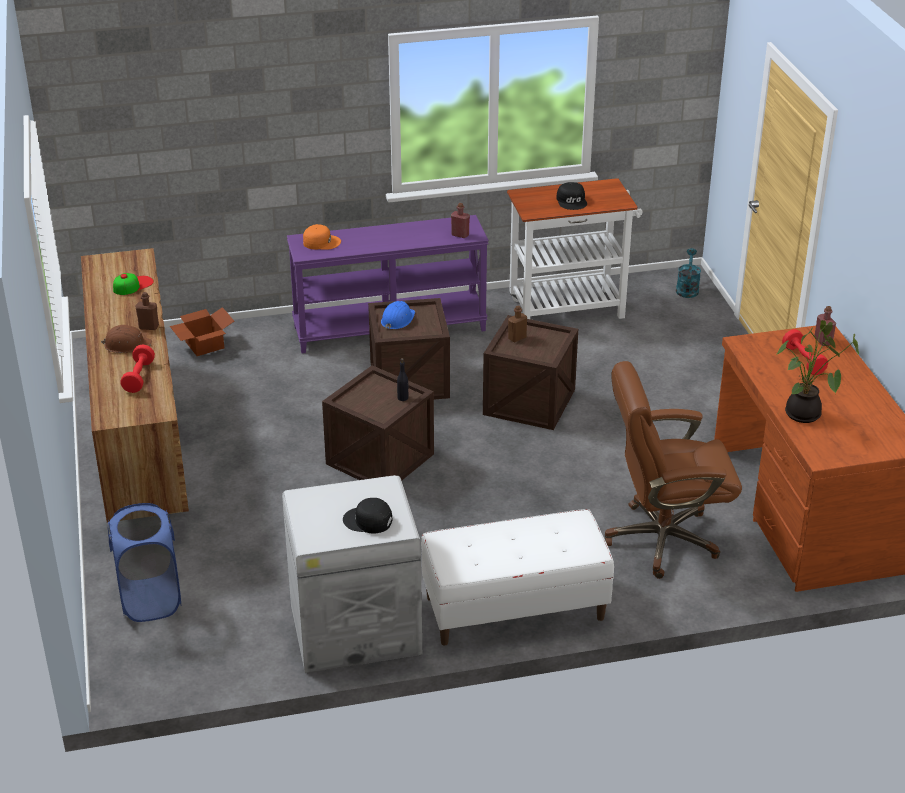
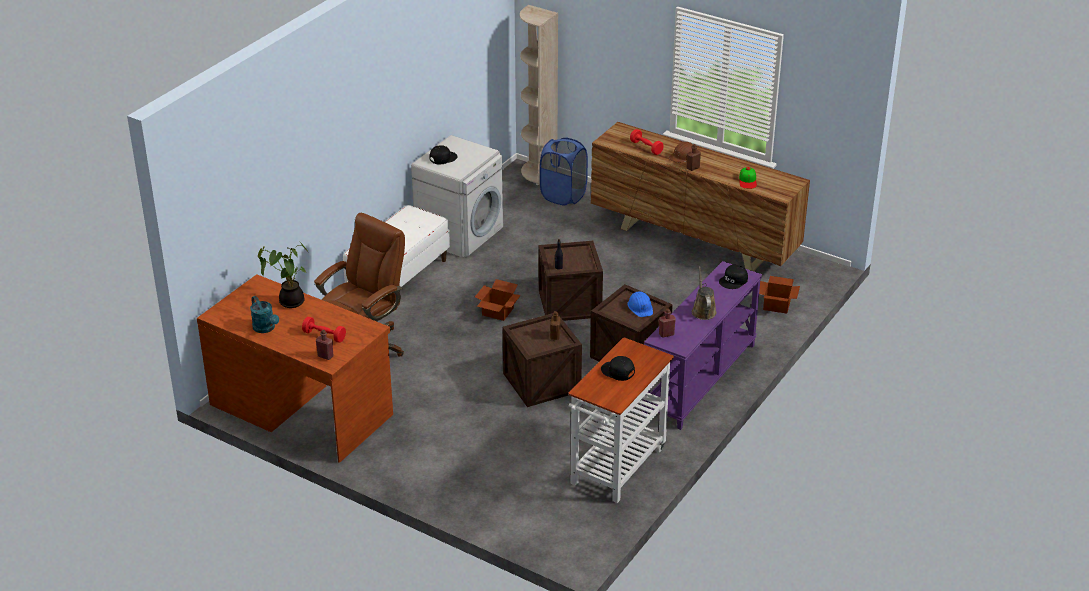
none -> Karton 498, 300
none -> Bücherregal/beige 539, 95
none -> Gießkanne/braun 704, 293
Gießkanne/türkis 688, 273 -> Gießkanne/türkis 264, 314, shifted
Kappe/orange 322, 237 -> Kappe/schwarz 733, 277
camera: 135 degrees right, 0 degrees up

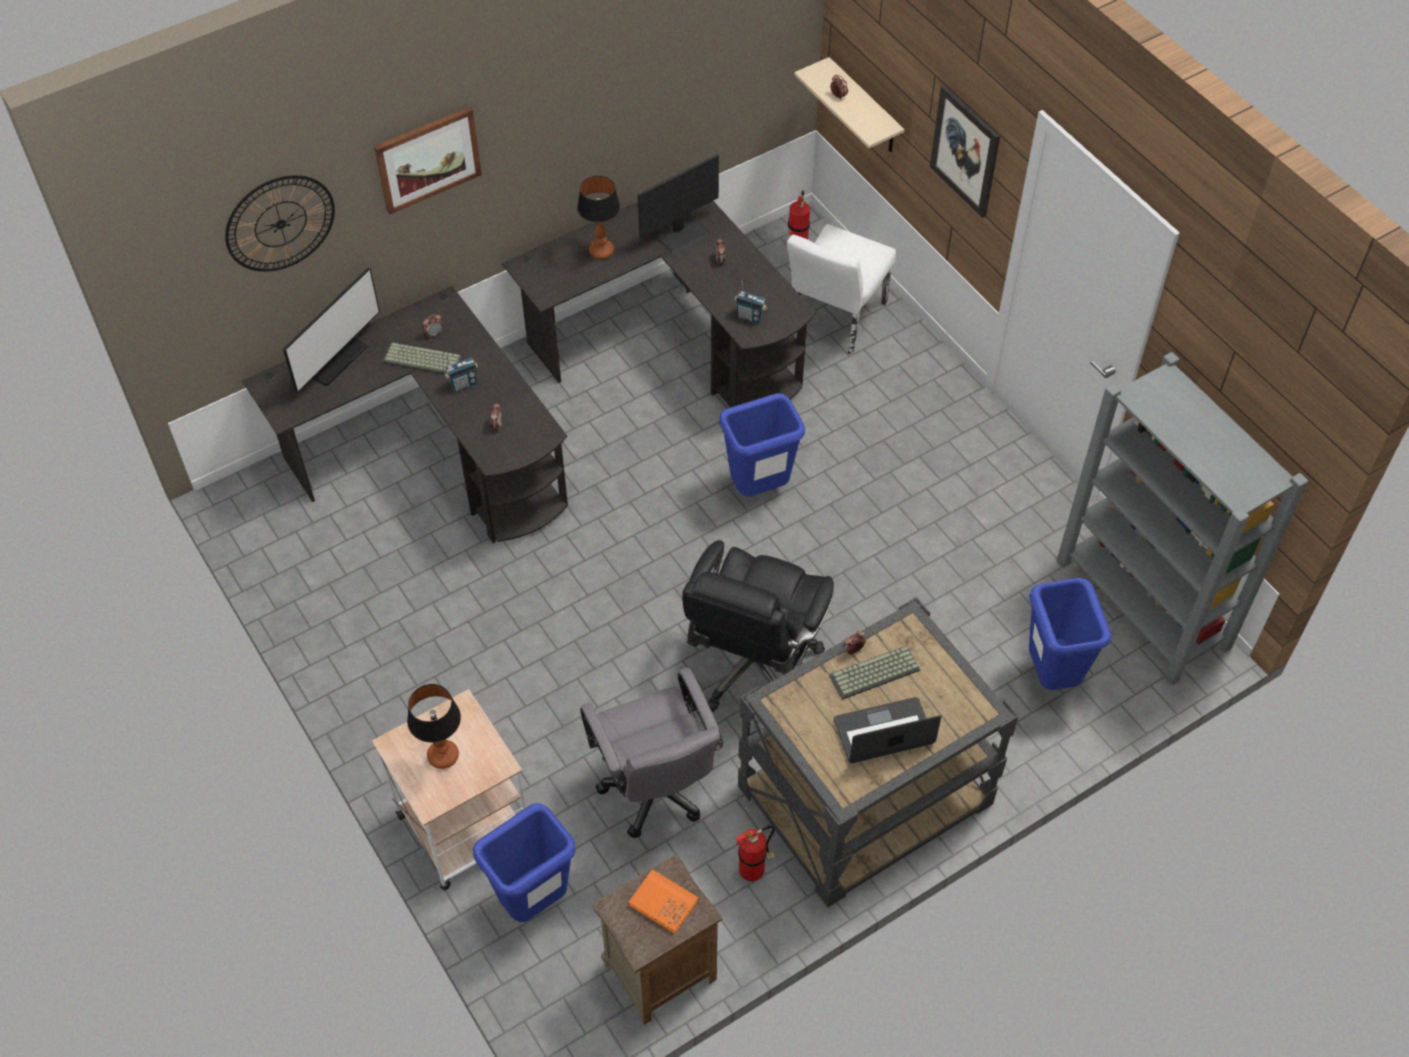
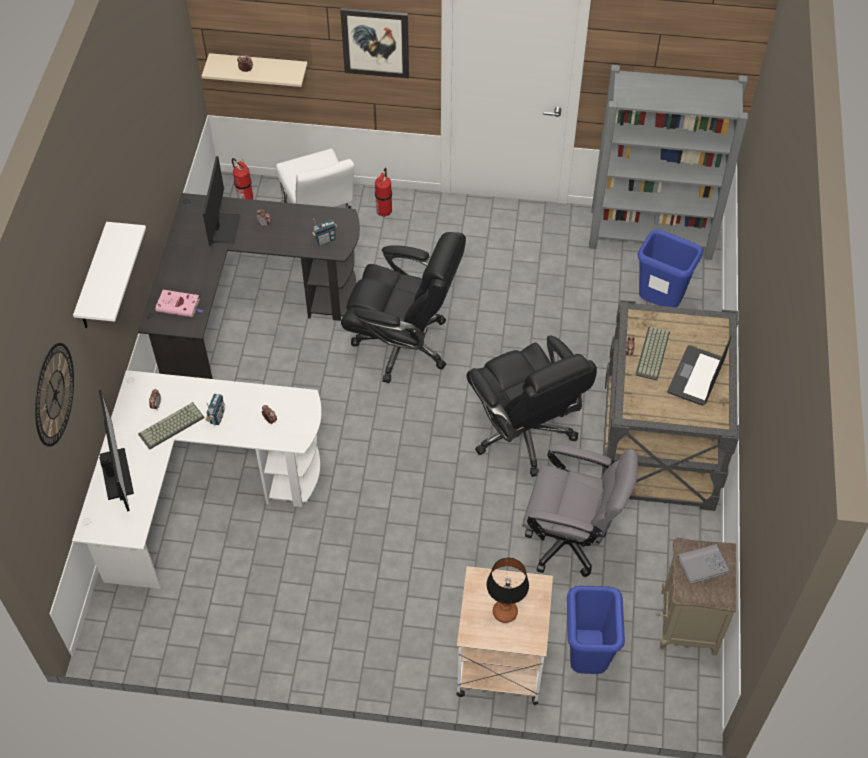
Tischlampe 598, 217 -> none
none -> Buch/rosa 179, 303
Feuerlöscher 755, 853 -> Feuerlöscher 383, 192, shifted
Bild 428, 161 -> Wandregal/weiß 109, 275
Mülleimer/blau 762, 444 -> Bürostuhl/schwarz 403, 307
Schreibtisch/schwarz 405, 414 -> Schreibtisch/weiß 196, 479
Buch/orange 663, 901 -> Buch/grau 703, 564
camera: 50 degrees left, 0 degrees up

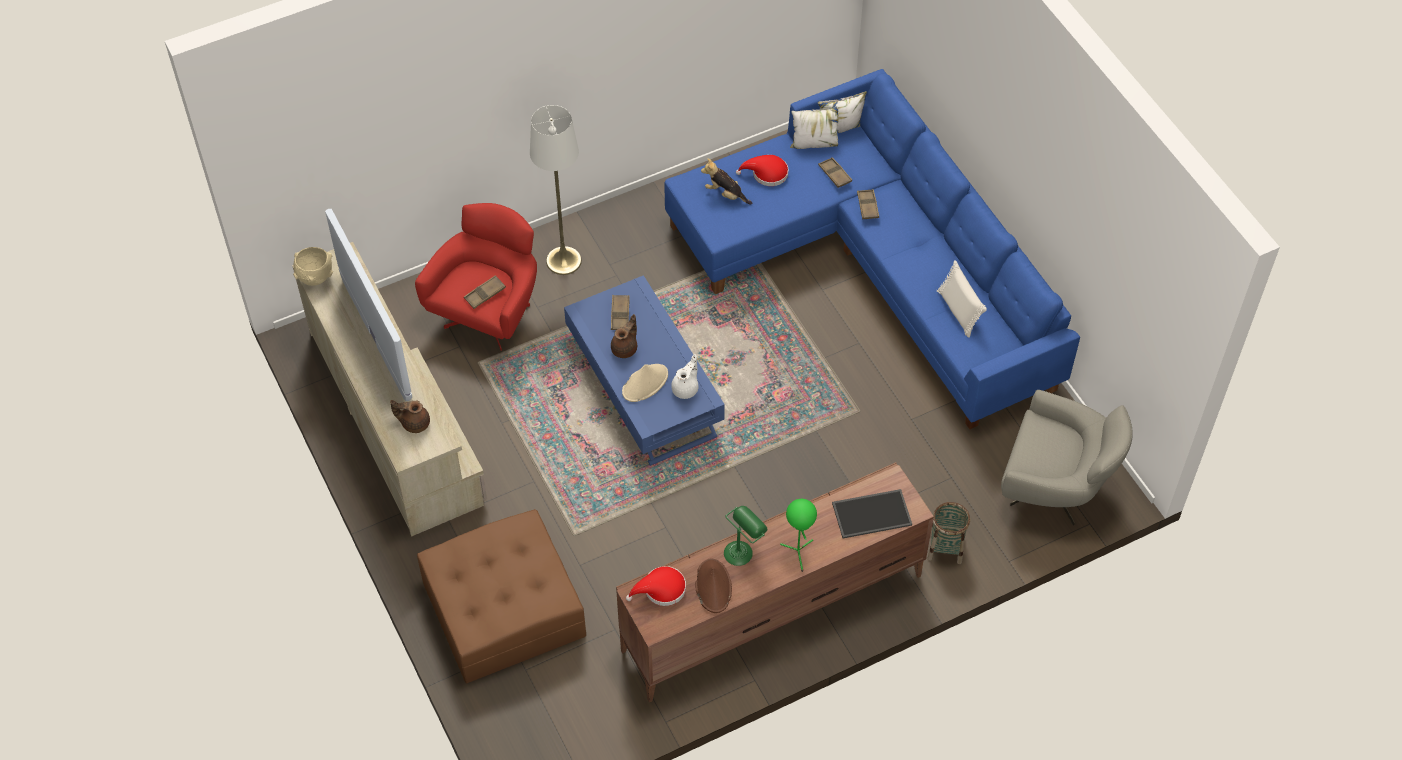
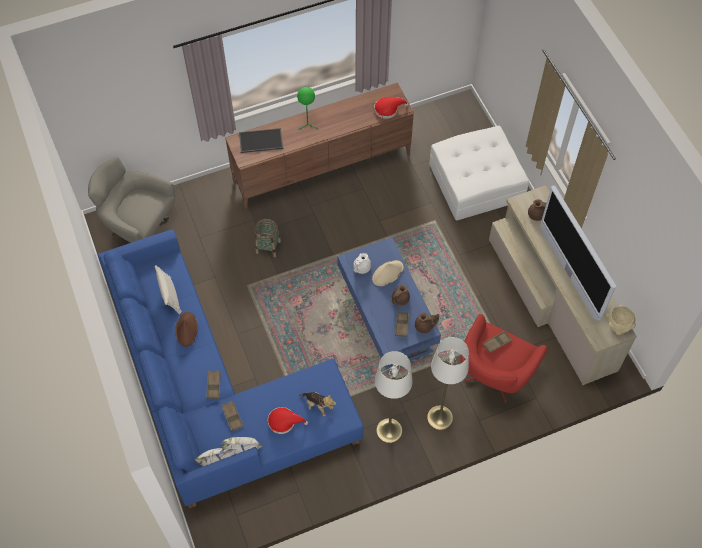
Tischlampe/grün 745, 536 -> none
none -> Stehlampe/weiß 394, 397
none -> Teekanne/braun 427, 323
Hut/braun 713, 586 -> Hut/braun 186, 329, shifted
Korb 949, 533 -> Korb 268, 238, shifted
Polsterhocker/braun 501, 596 -> Polsterhocker/weiß 479, 173
camera: 175 degrees left, 5 degrees up

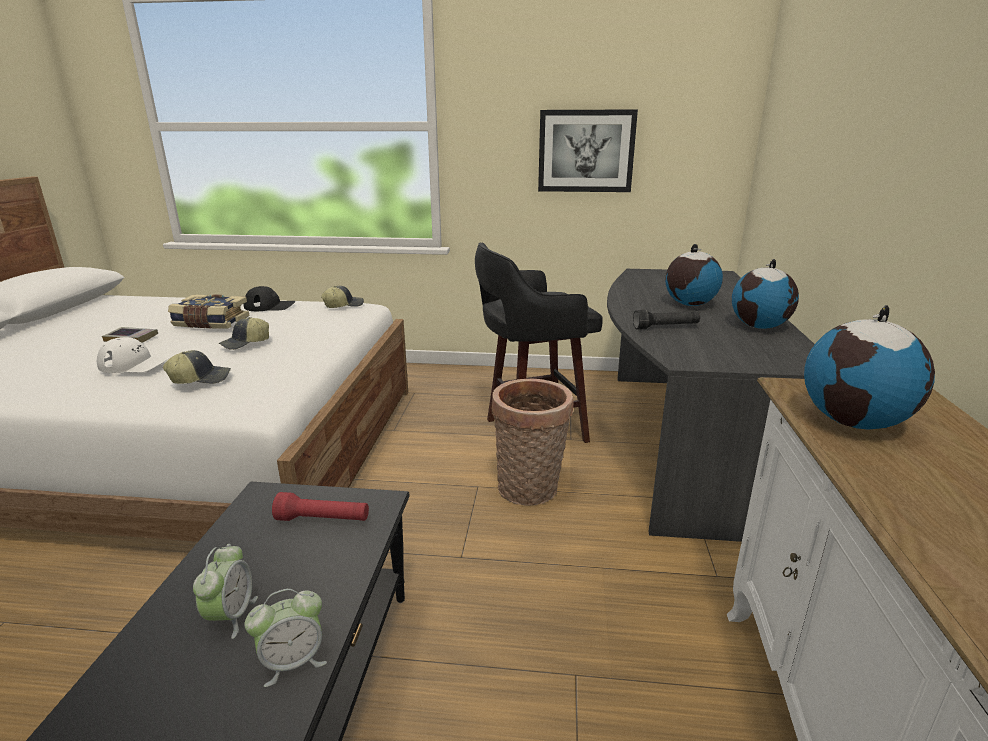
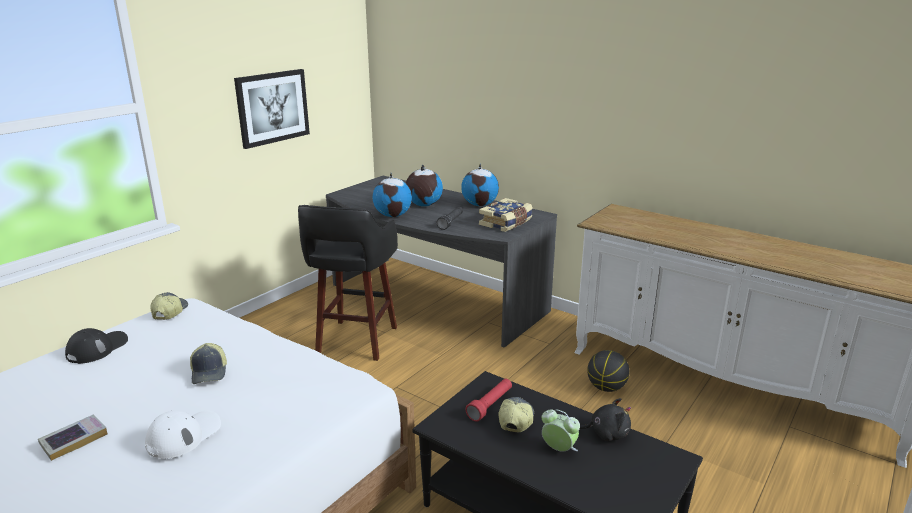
Korb 533, 442 -> none
none -> Basketball 608, 371
Kappe 197, 367 -> Kappe 516, 415, shifted
Buch 208, 311 -> Buch 506, 215, shifted
Globus 869, 367 -> Globus 392, 195, shifted
Wecker 286, 638 -> Plüschtier/schwarz 605, 419
camera: 60 degrees left, 0 degrees up

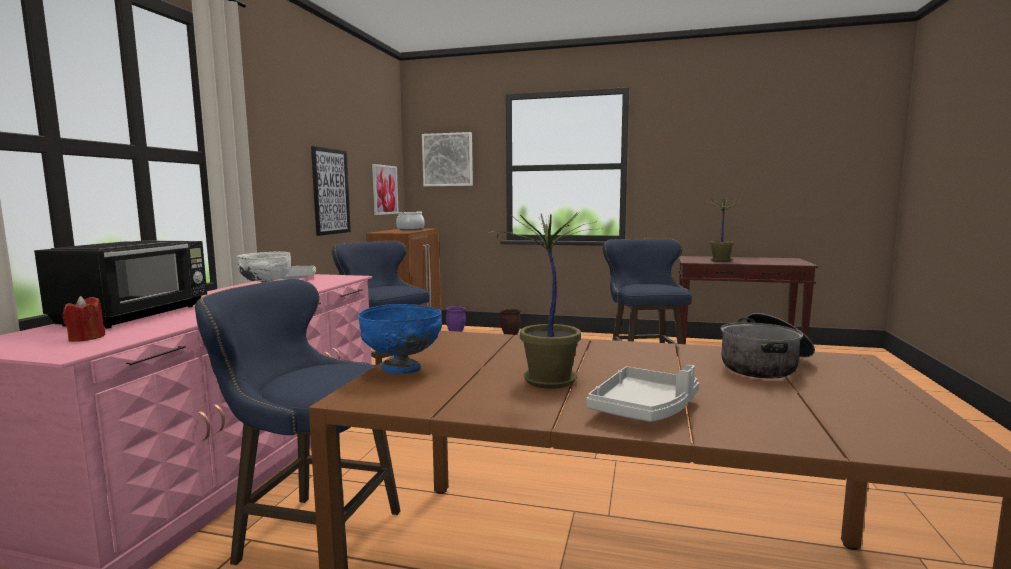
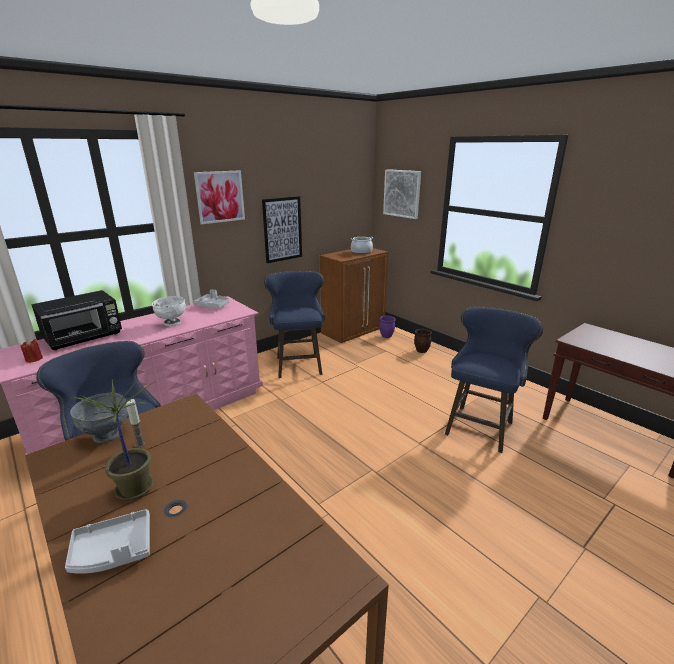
Topfpflanze 720, 230 -> none
Kochtopf 768, 345 -> none
none -> Kerze 135, 423
Bild 385, 189 -> Bild 219, 197, shifted
Schüssel/blau 400, 339 -> Schüssel/grau 99, 418
camera: 35 degrees right, 15 degrees up

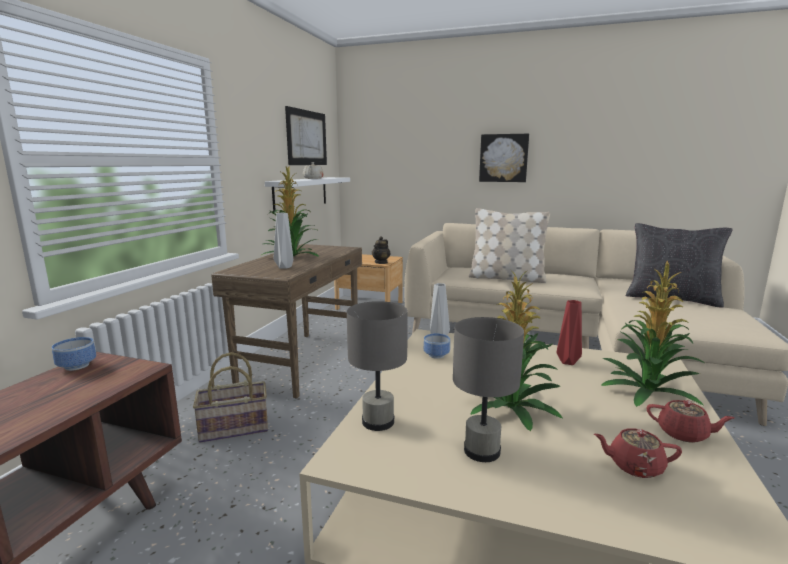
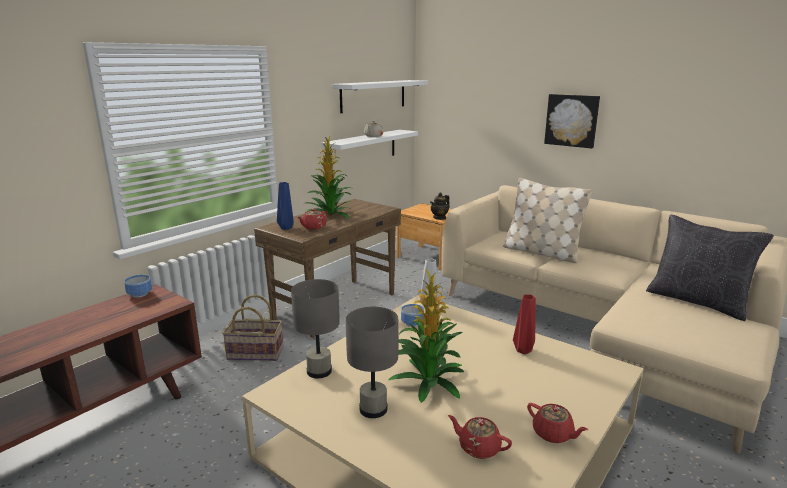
Topfpflanze 653, 333 -> none
none -> Vase/blau 285, 206
Vase/grau 283, 241 -> Teekanne/rot 312, 219
Bild 306, 135 -> Wandregal/weiß 380, 96
camera: 20 degrees right, 5 degrees up

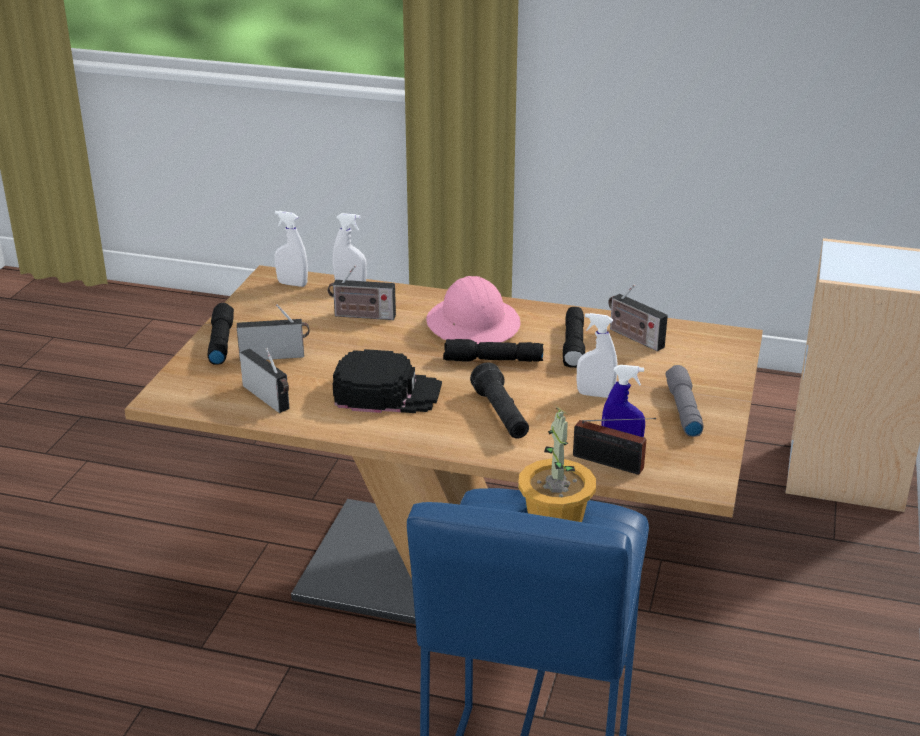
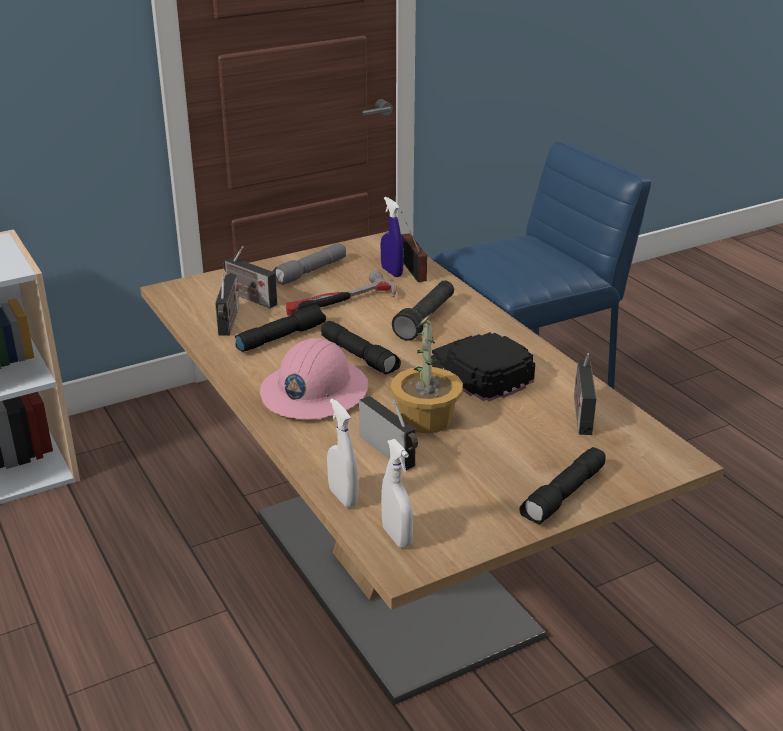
Radio 273, 332 -> Radio 250, 277, shifted
Topfpflanze 557, 462 -> Topfpflanze 427, 373, shifted
Sprühflasche/weiß 597, 355 -> Hammer 341, 293
camera: 135 degrees left, 0 degrees up

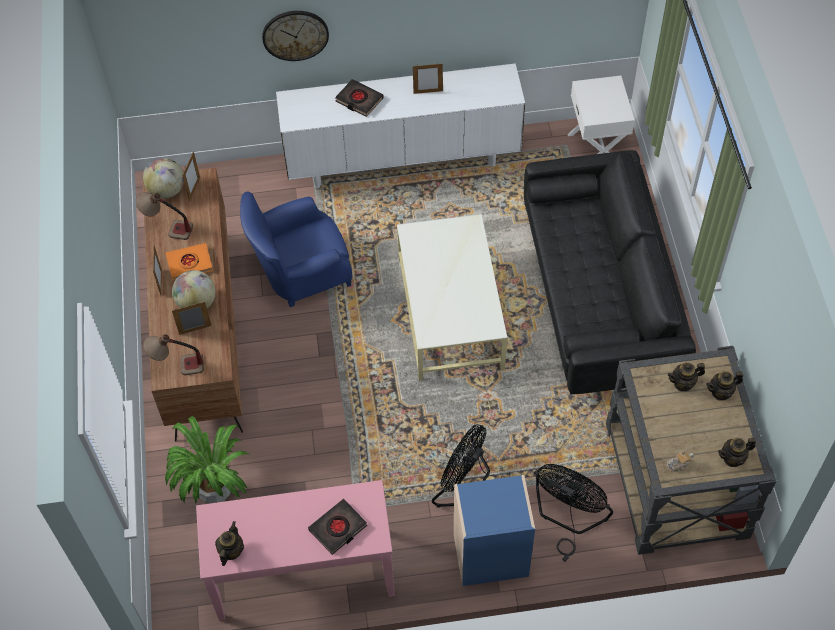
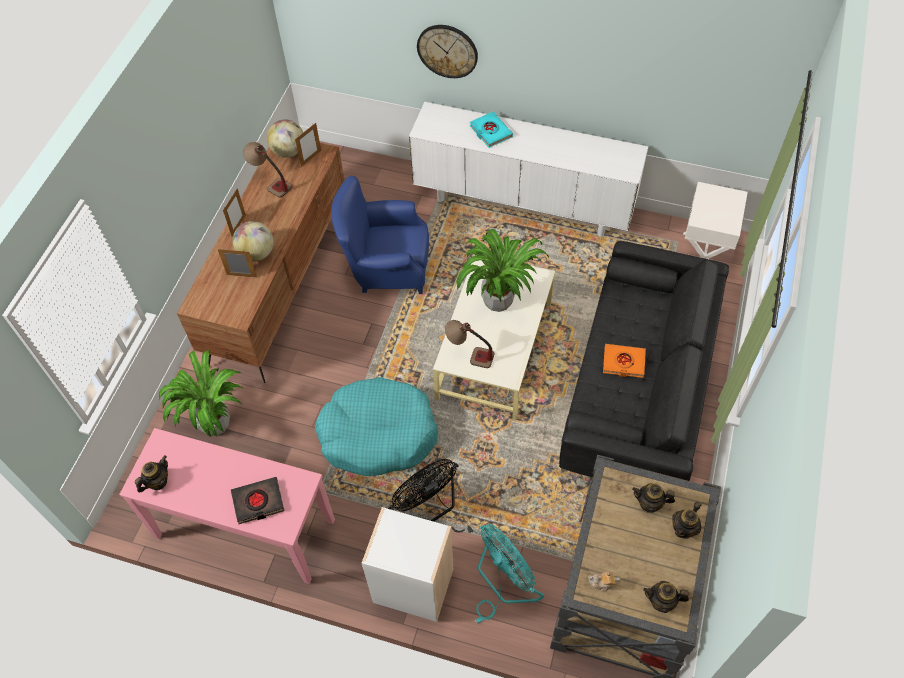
Bilderrahmen 428, 78 -> none
none -> Hundebett/türkis 376, 426
none -> Topfpflanze 502, 270
Tischlampe 173, 354 -> Tischlampe 469, 344, shifted
Buch/orange 189, 262 -> Buch/orange 624, 361, shifted
Buch/schwarz 359, 98 -> Buch/türkis 491, 130
Bücherregal/blau 494, 530 -> Bücherregal/weiß 407, 564
Ventilator/schwarz 573, 513 -> Ventilator/türkis 509, 573
Teekanne 724, 386 -> Teekanne 686, 520, 60 degrees counterclockwise
camera: 25 degrees right, 0 degrees up

